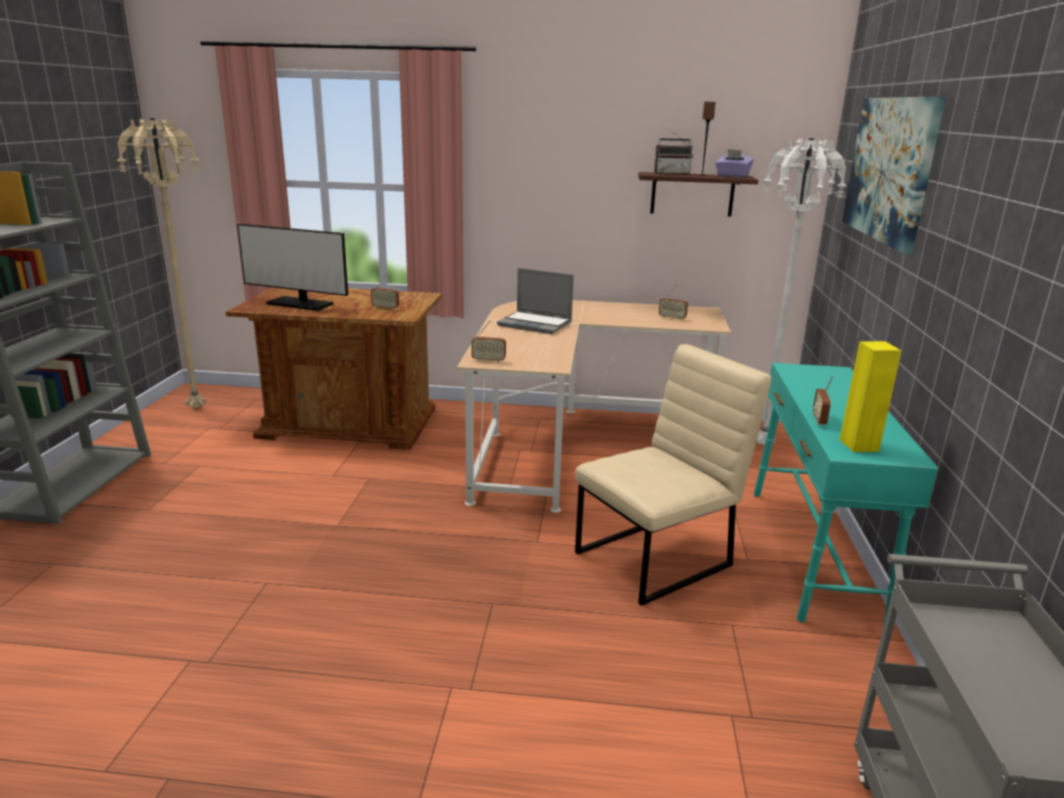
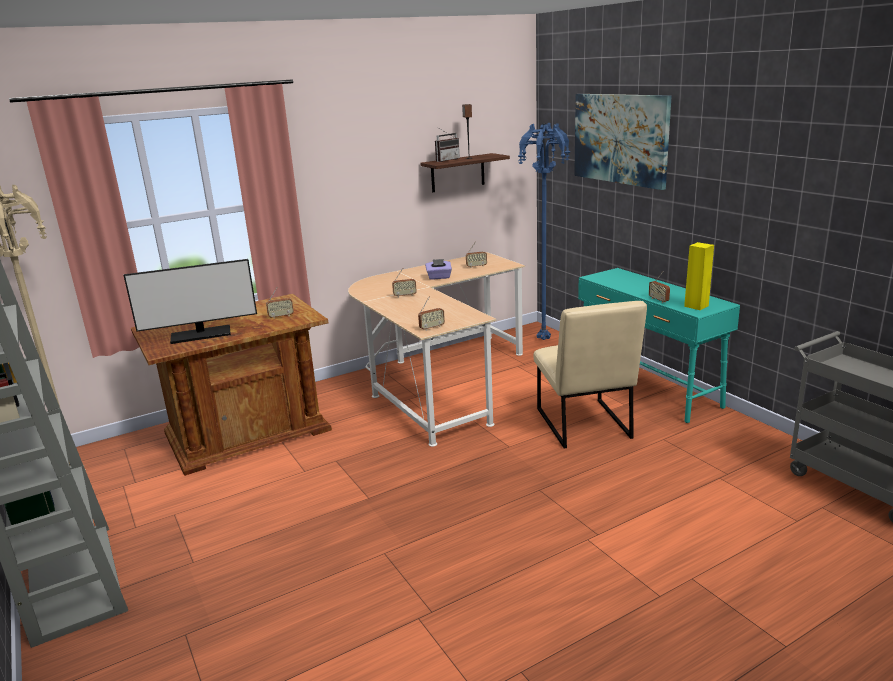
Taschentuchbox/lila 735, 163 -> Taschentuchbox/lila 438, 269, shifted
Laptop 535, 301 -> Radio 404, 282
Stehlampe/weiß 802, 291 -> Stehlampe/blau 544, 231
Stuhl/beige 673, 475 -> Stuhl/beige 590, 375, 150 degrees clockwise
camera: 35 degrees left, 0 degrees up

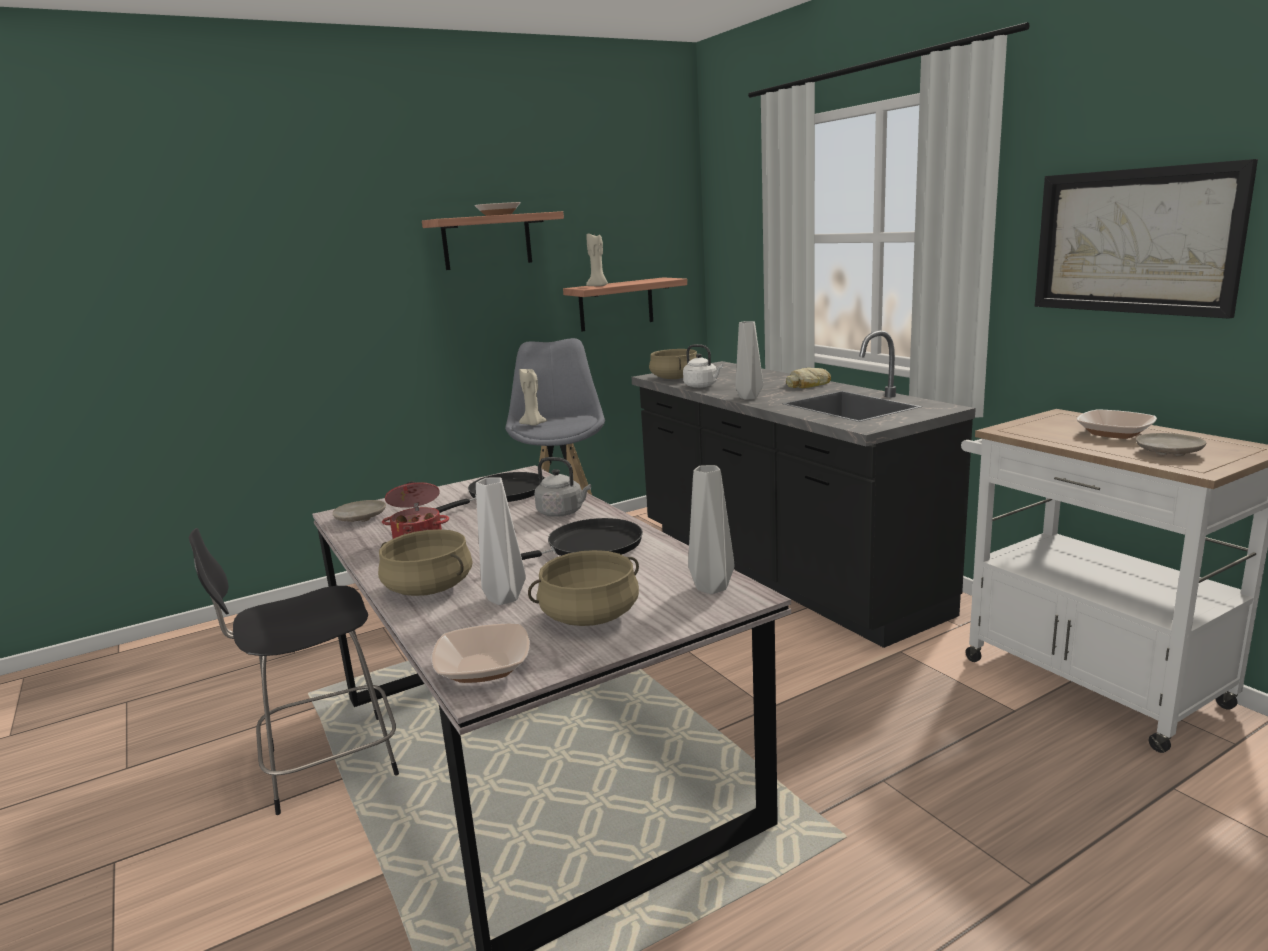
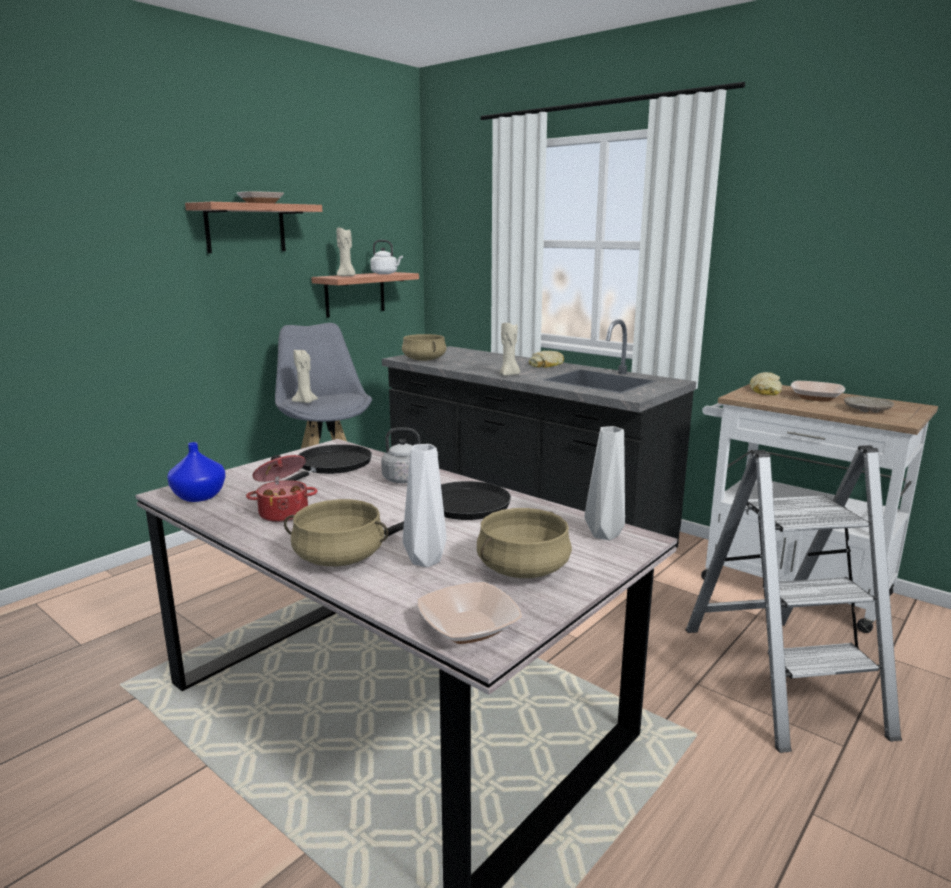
Stuhl/schwarz 294, 671 -> none
Bild 1146, 239 -> none
none -> Trittleiter/grau 793, 599
none -> Brot 766, 384
Wasserkessel/weiß 703, 366 -> Wasserkessel/weiß 386, 257, shifted
Teller/beige 359, 511 -> Vase/blau 196, 472
Vase/grau 749, 360 -> Kerze/beige 510, 348
camera: 20 degrees left, 0 degrees up

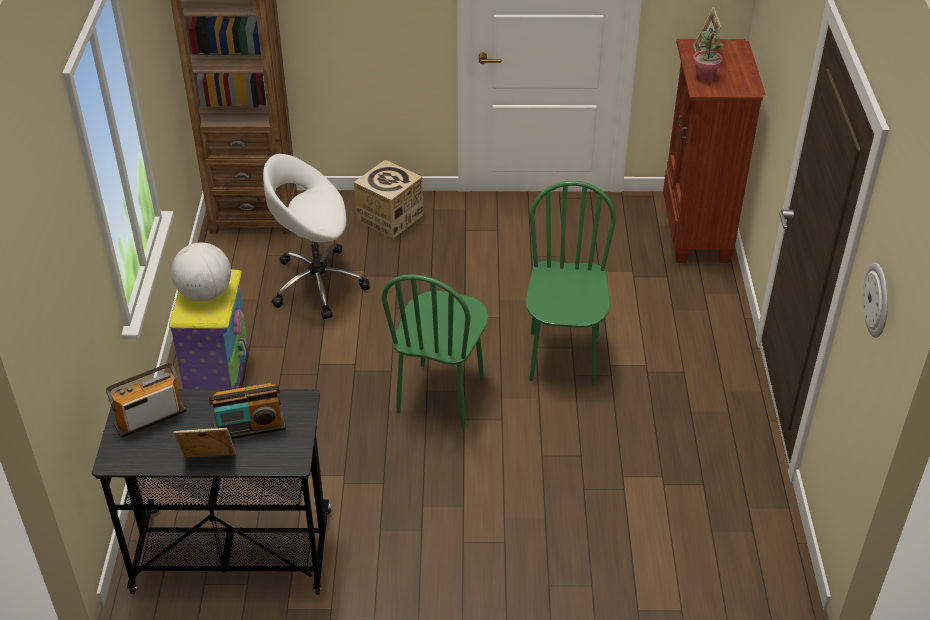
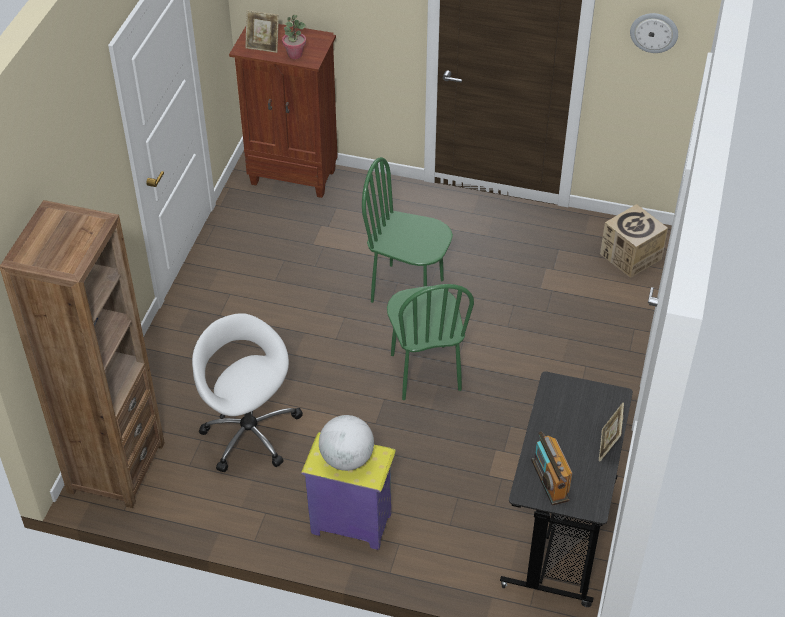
Radio 247, 411 -> none
Karton 388, 199 -> Karton 634, 241, shifted
Bürostuhl/weiß 316, 236 -> Bürostuhl/weiß 247, 392, 120 degrees clockwise
Stuhl/grün 435, 351 -> Stuhl/grün 430, 342, 45 degrees clockwise
camera: 75 degrees left, 5 degrees up

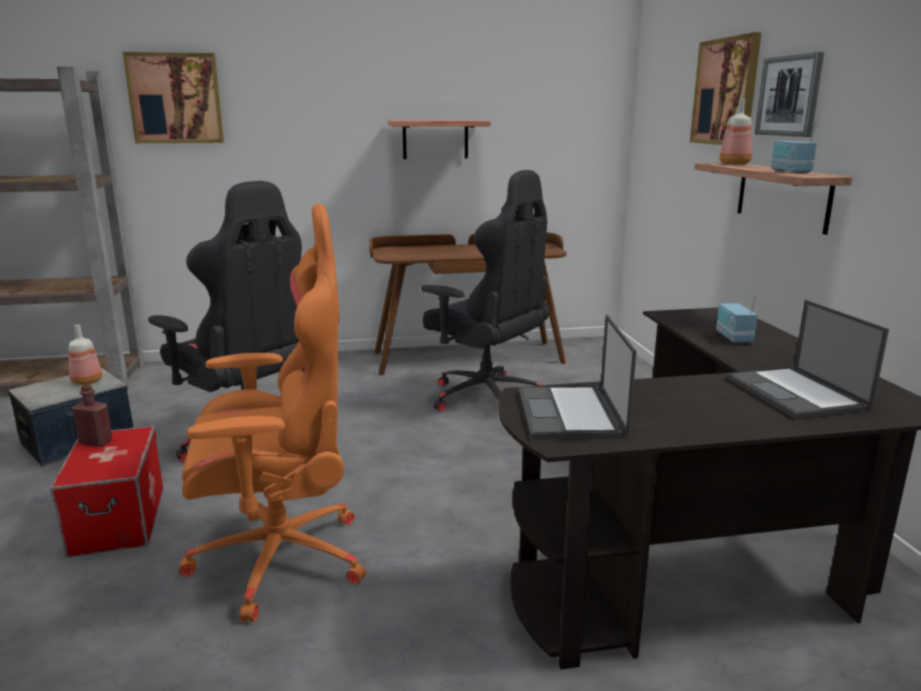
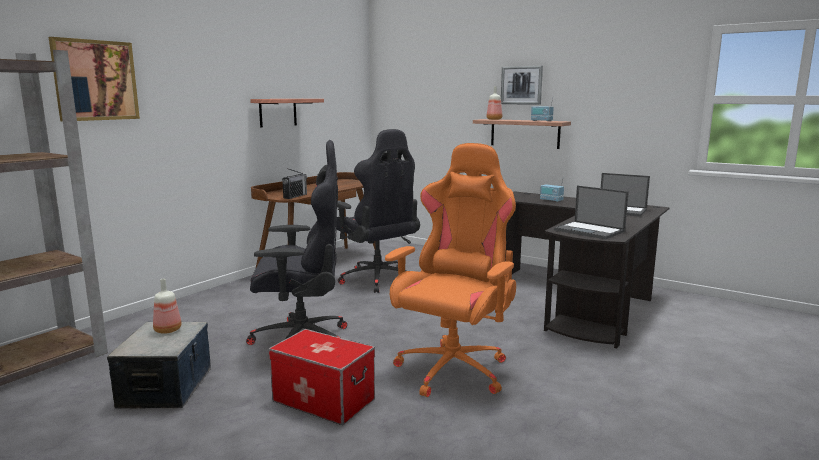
Flasche/rot 92, 415 -> none
Bild 726, 88 -> none
none -> Radio 294, 183
Bürostuhl/schwarz 485, 291 -> Bürostuhl/schwarz 378, 211, 60 degrees clockwise
camera: 45 degrees left, 5 degrees down

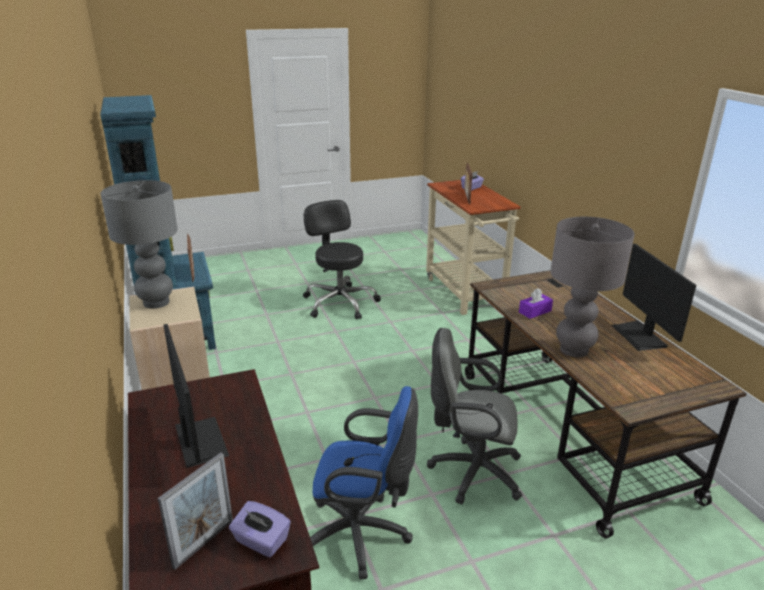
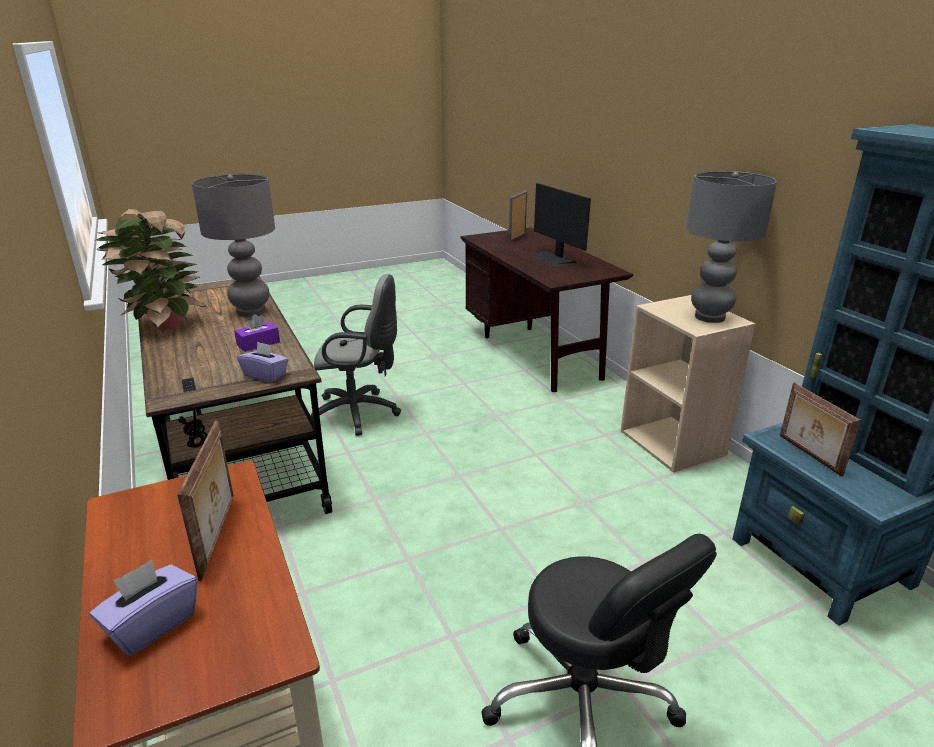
Bürostuhl/blau 364, 483 -> none
Taschentuchbox/lila 260, 529 -> Taschentuchbox/lila 263, 361, shifted
Monitor 653, 297 -> Topfpflanze 151, 269
camera: 175 degrees right, 0 degrees up

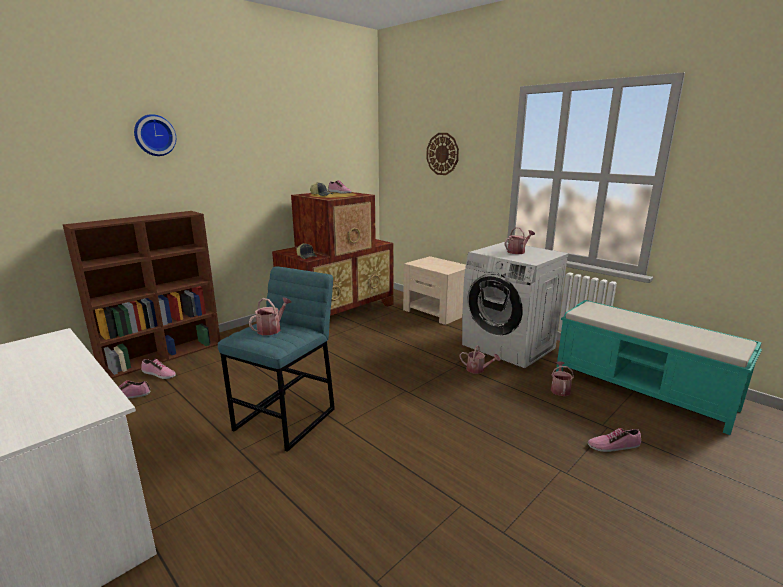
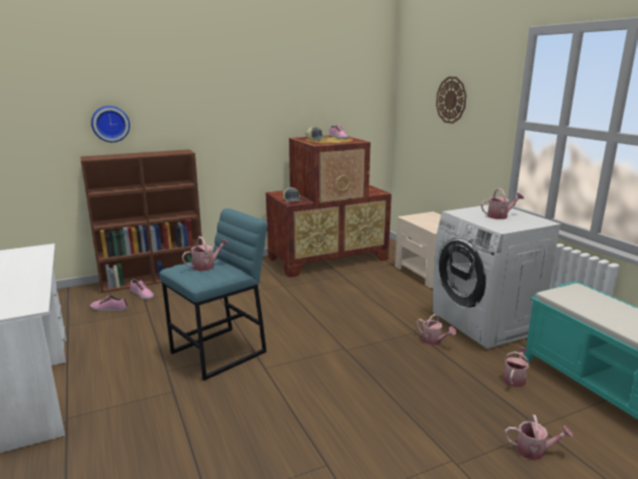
Wanduhr 155, 135 -> Wanduhr 110, 124, shifted
Schuh 614, 440 -> Gießkanne 539, 437
camera: 20 degrees right, 0 degrees up

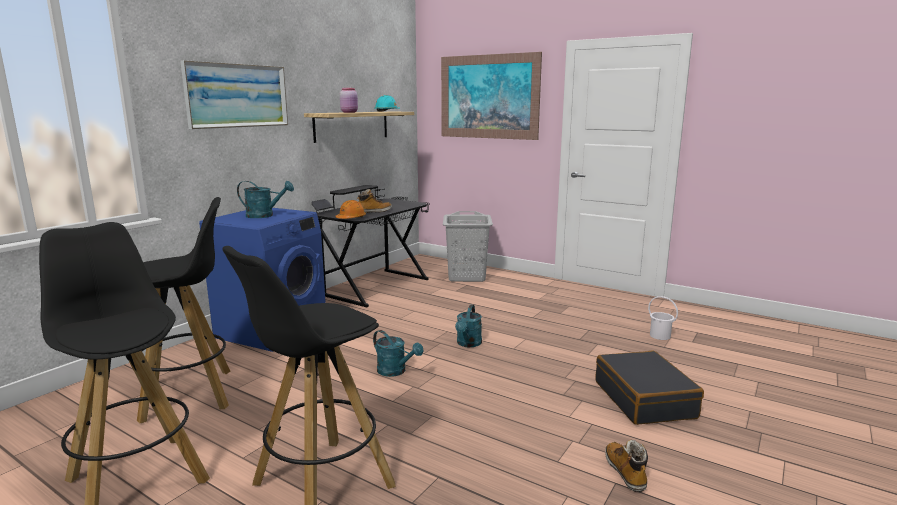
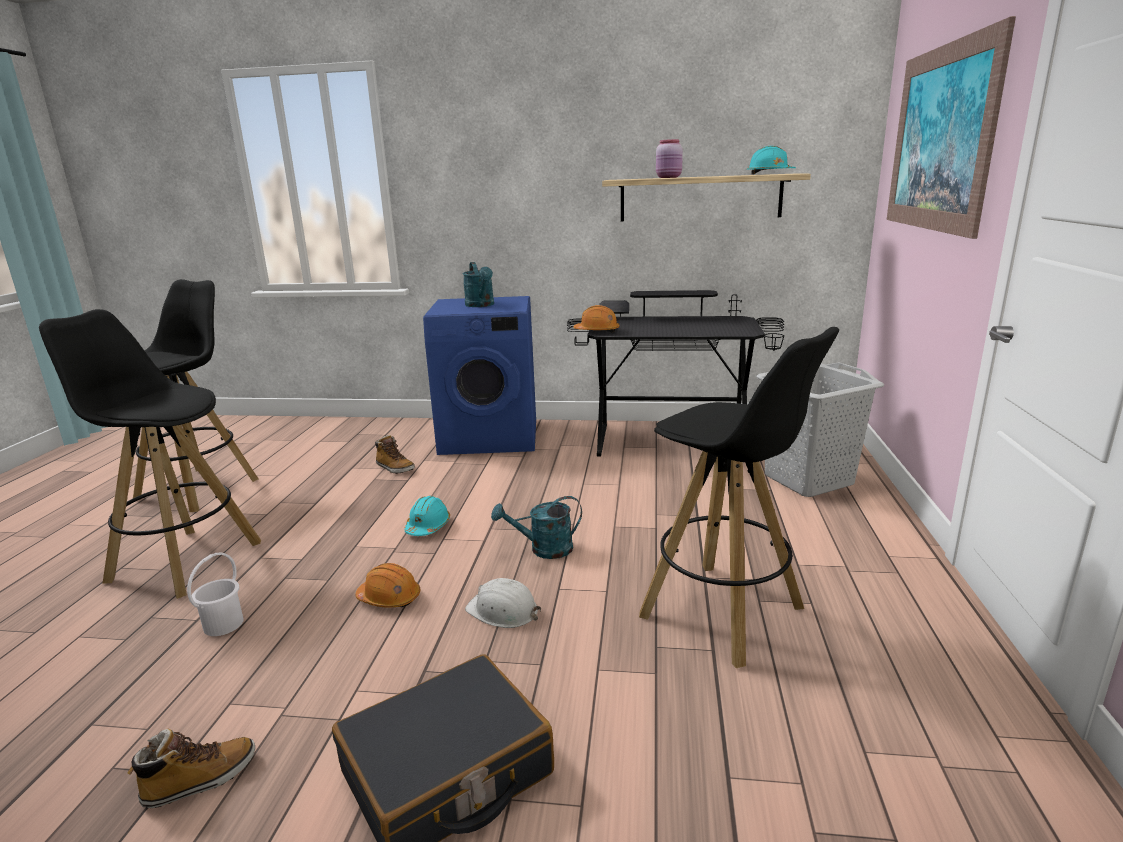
Bild 234, 94 -> none
none -> Schutzhelm/orange 387, 585
none -> Schutzhelm/weiß 503, 603
Hocker/schwarz 183, 310 -> Hocker/schwarz 739, 497, shifted
Stiefel 374, 201 -> Stiefel 395, 454, shifted
Eimer/weiß 663, 318 -> Eimer/weiß 215, 594, shifted
Gießkanne/türkis 398, 353 -> Schutzhelm/türkis 427, 516
camera: 65 degrees right, 5 degrees up

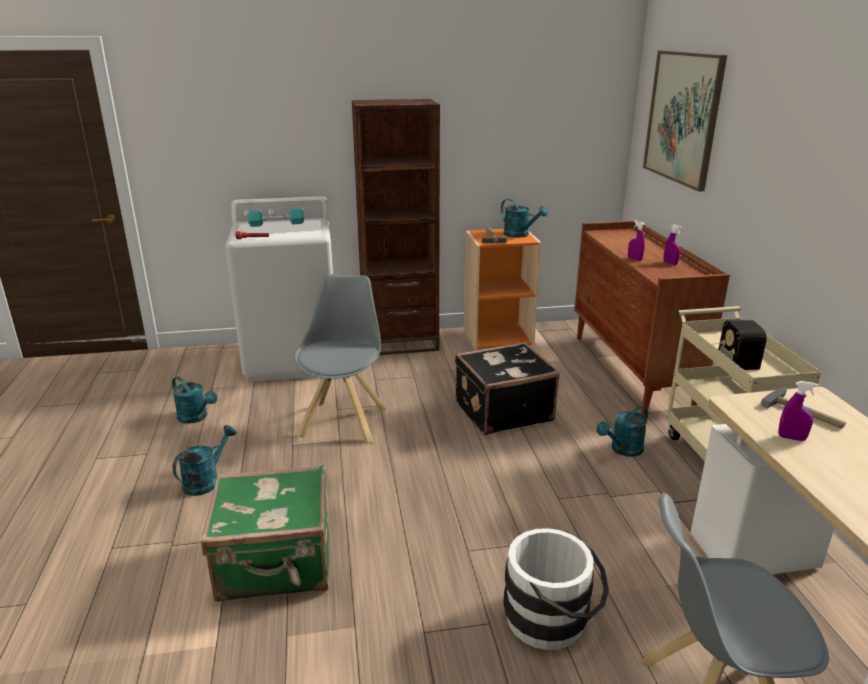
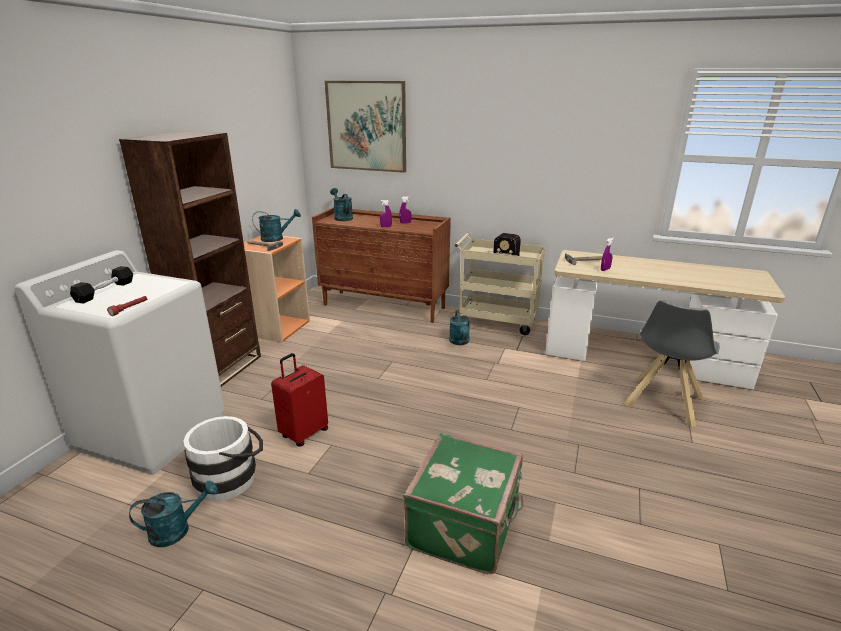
Koffer/schwarz 507, 388 -> none
Gießkanne/türkis 205, 460 -> Gießkanne/türkis 341, 204, shifted
Eimer/weiß 556, 589 -> Eimer/weiß 223, 458, shifted
Stuhl/grau 340, 359 -> Koffer/rot 299, 399
Hantel/türkis 275, 217 -> Hantel/schwarz 101, 285
camera: 60 degrees left, 0 degrees up

